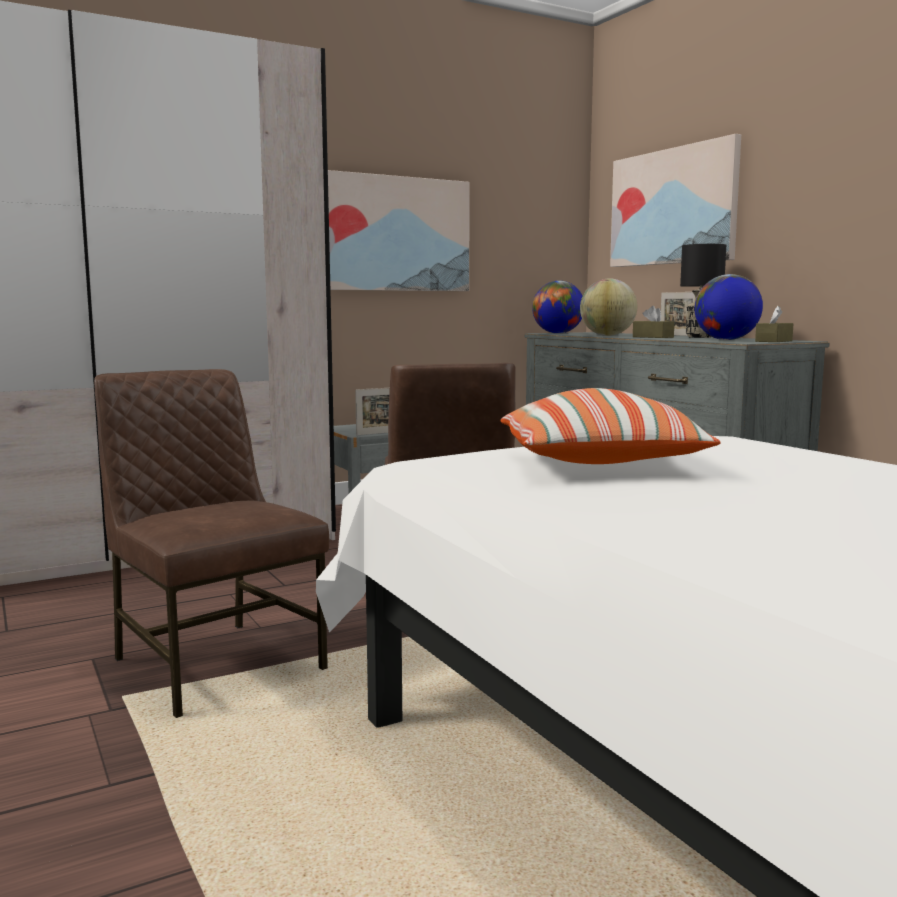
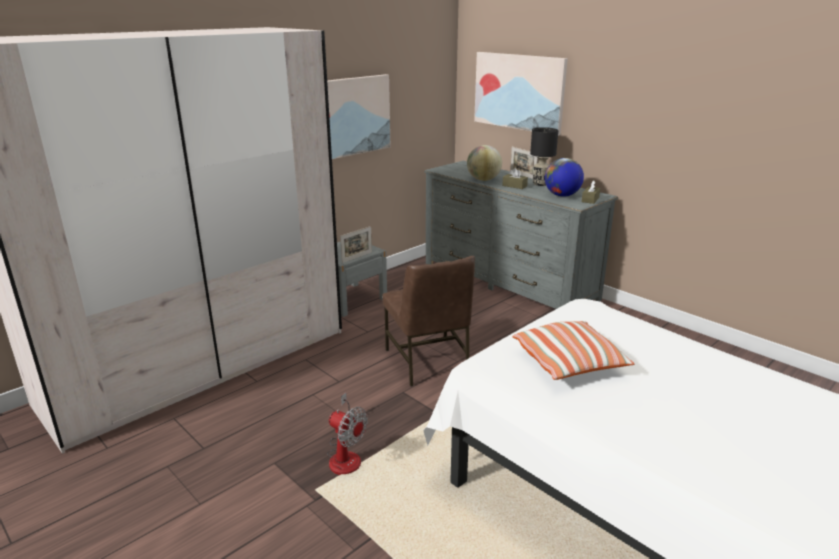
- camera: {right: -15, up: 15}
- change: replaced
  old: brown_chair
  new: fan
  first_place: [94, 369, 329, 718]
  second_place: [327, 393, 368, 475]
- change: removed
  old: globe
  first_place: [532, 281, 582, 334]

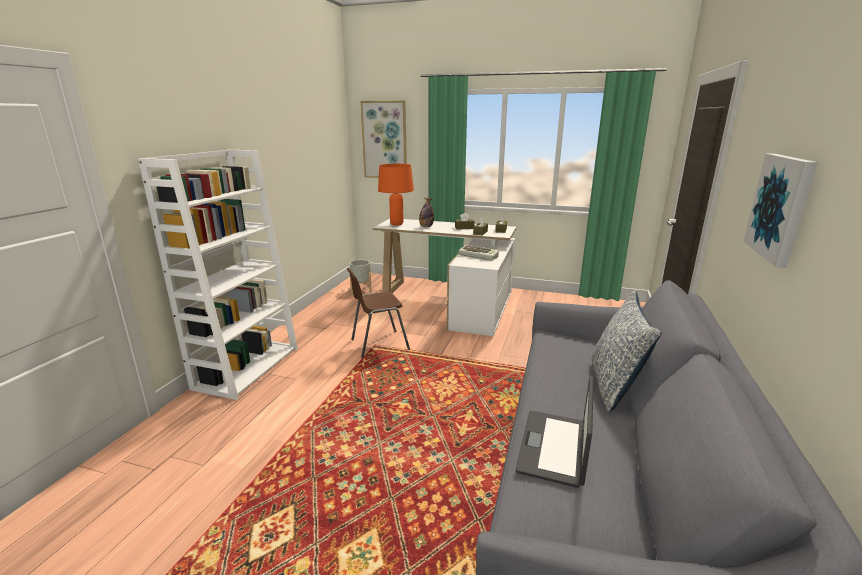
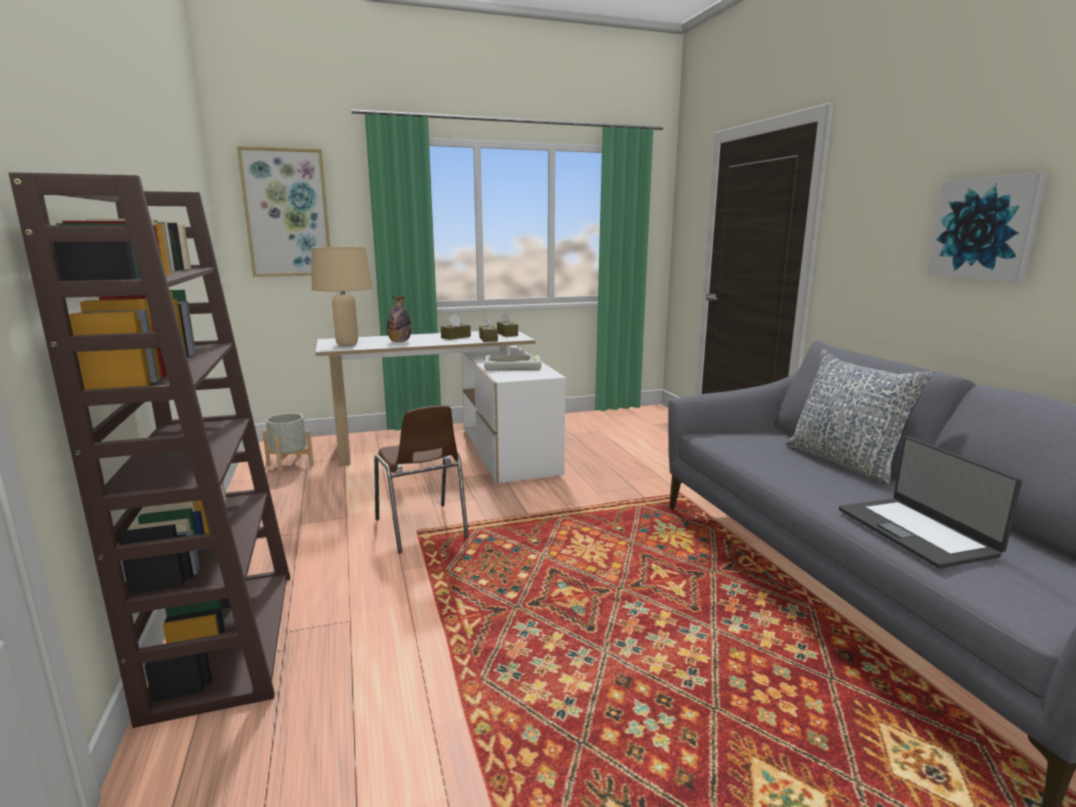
- camera: {right: -35, up: -5}
- change: recoloured
  old: white_bookcase
  new: brown_bookcase
  first_place: [138, 150, 298, 400]
  second_place: [9, 172, 290, 728]
- change: recoloured
  old: orange_table_lamp
  new: beige_table_lamp
  first_place: [378, 164, 414, 226]
  second_place: [312, 247, 372, 346]
- change: turned
  old: brown_chair
  first_place: [347, 268, 410, 358]
  second_place: [374, 405, 469, 553]
  degrees: -60

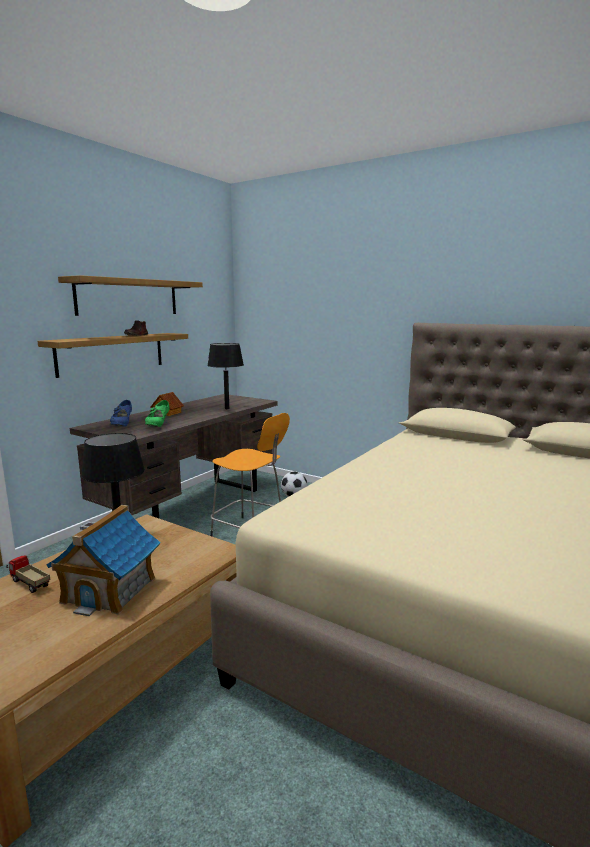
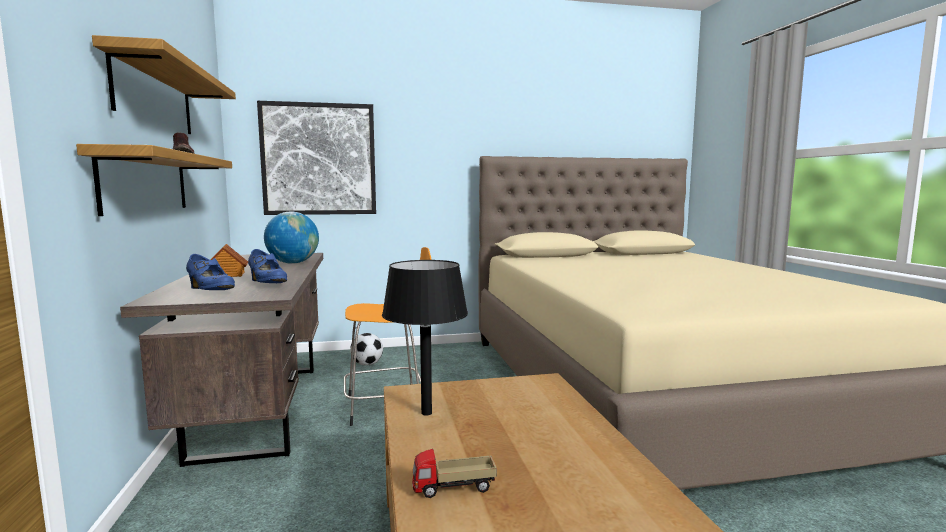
- camera: {right: -45, up: -5}
- change: recoloured
  old: green_shoe
  new: blue_shoe
  first_place: [145, 400, 169, 427]
  second_place: [248, 249, 287, 283]
- change: added
  new: picture
  second_place: [257, 101, 376, 215]
- change: replaced
  old: black_table_lamp
  new: globe
  first_place: [207, 343, 244, 409]
  second_place: [264, 211, 319, 264]
- change: removed
  old: toy_house
  first_place: [46, 505, 161, 616]

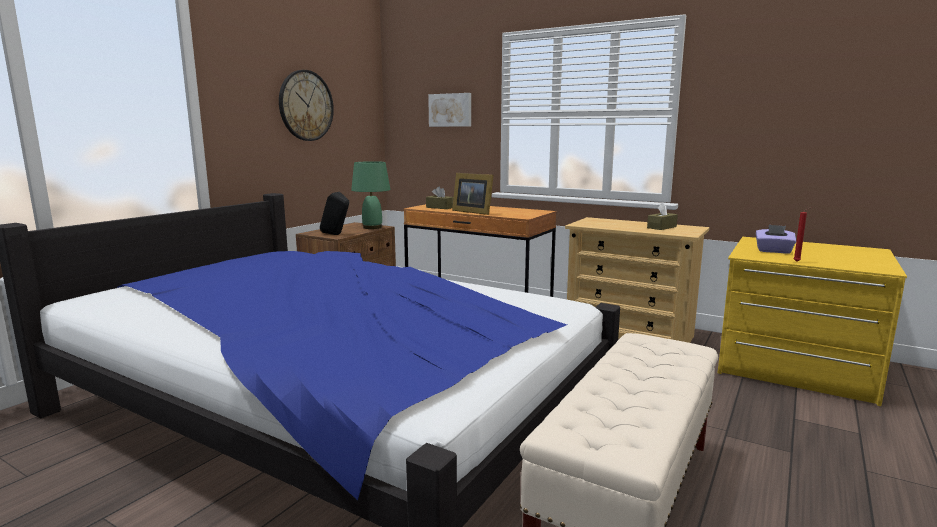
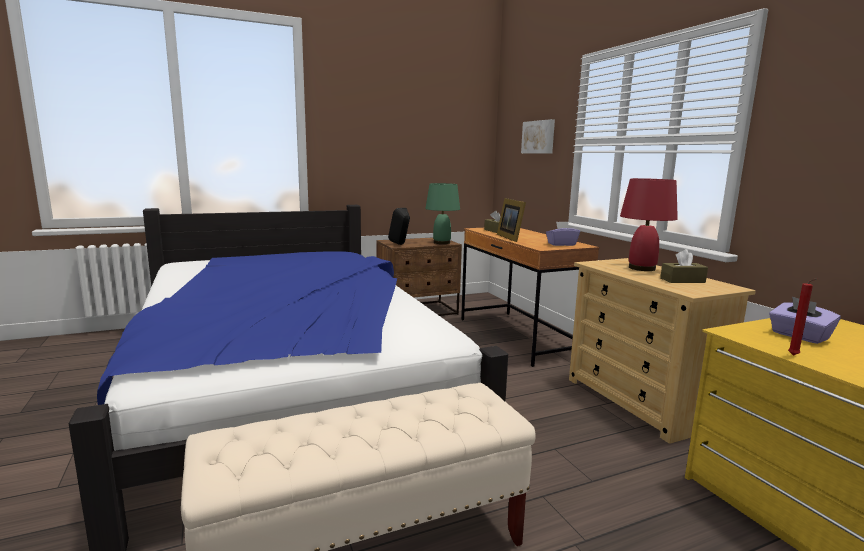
- camera: {right: 35, up: 0}
- change: added
  new: purple_tissue_box
  second_place: [546, 222, 580, 246]
- change: added
  new: red_table_lamp
  second_place: [620, 178, 678, 271]
- change: removed
  old: wall_clock
  first_place: [279, 70, 334, 141]

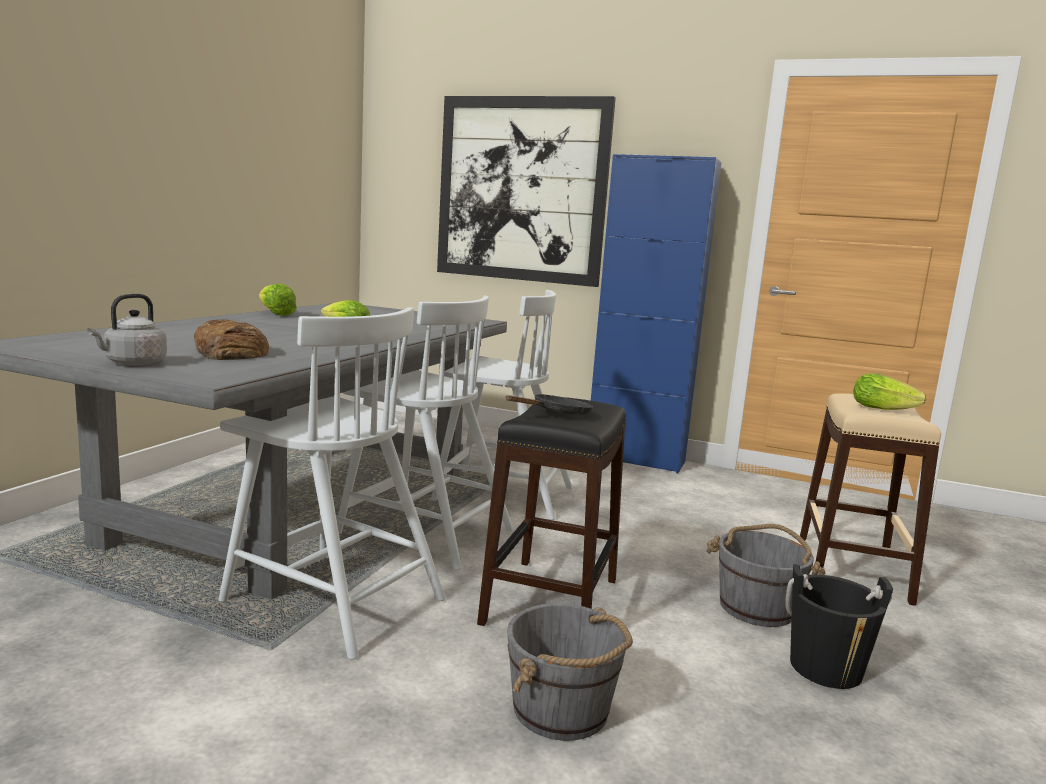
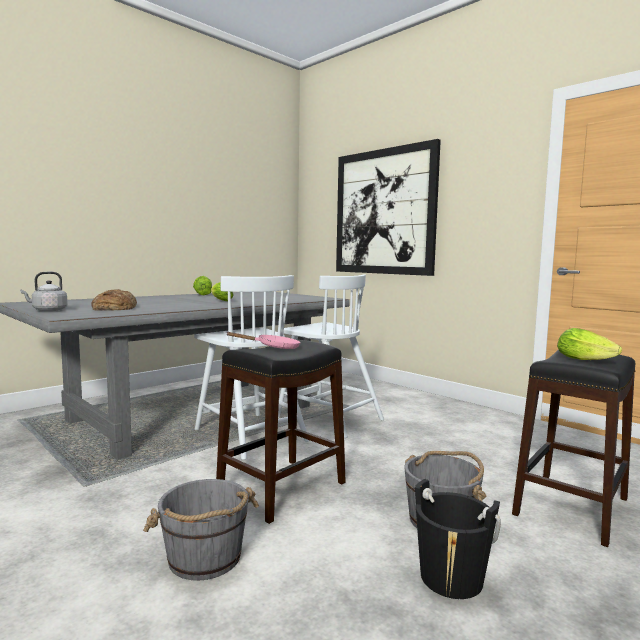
- camera: {right: 25, up: -5}
- change: recoloured
  old: black_frying_pan
  new: pink_frying_pan
  first_place: [505, 394, 593, 415]
  second_place: [226, 332, 301, 349]
- change: recoloured
  old: beige_stool
  new: black_stool
  first_place: [800, 394, 941, 606]
  second_place: [512, 350, 635, 547]
- change: removed
  old: white_chair
  first_place: [219, 307, 445, 660]
- change: removed
  old: blue_cabinet
  first_place: [591, 154, 722, 473]

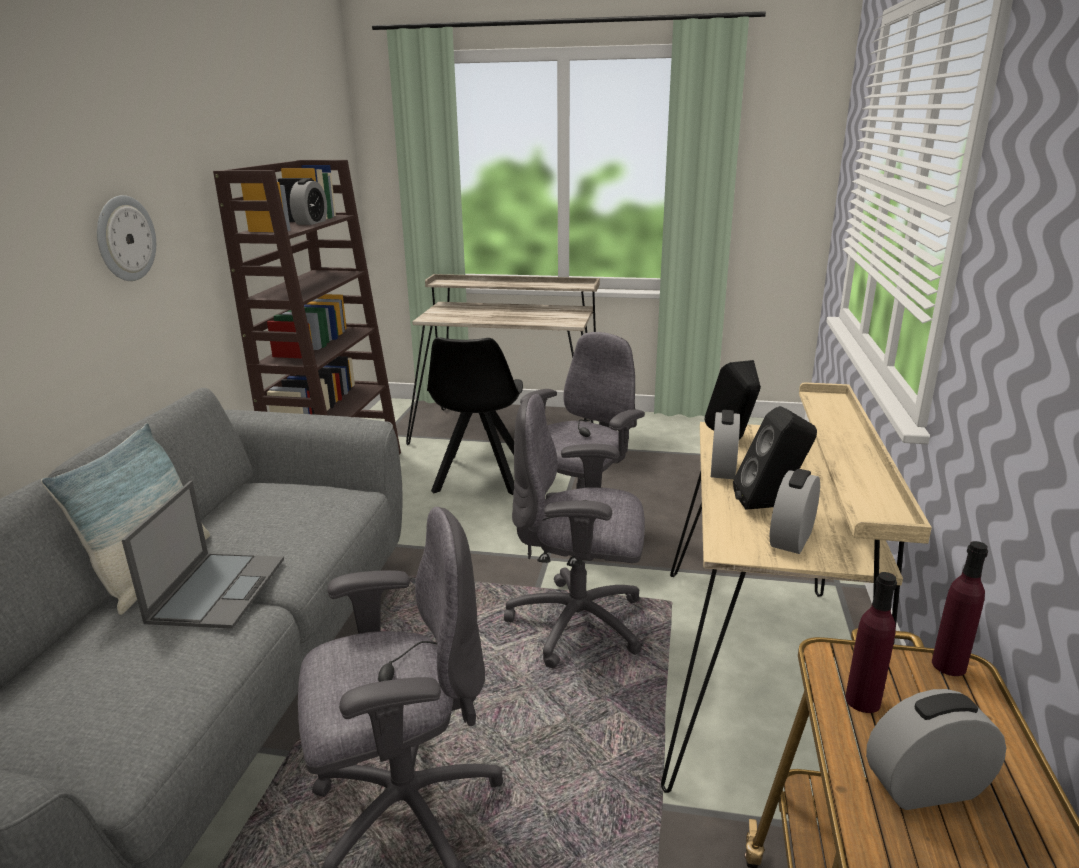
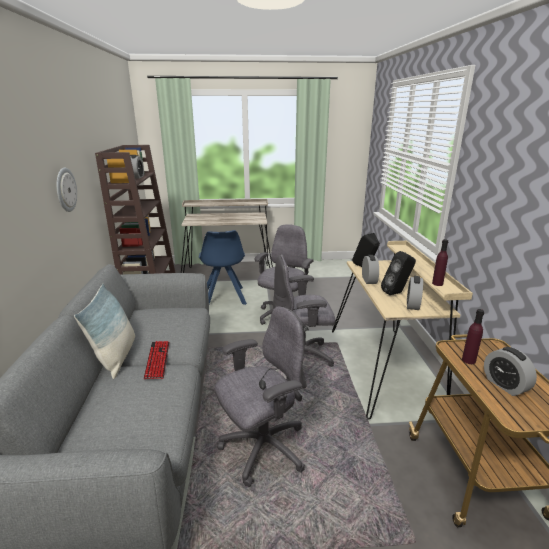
- camera: {right: -15, up: 0}
- change: replaced
  old: laptop
  new: keyboard
  first_place: [122, 481, 284, 629]
  second_place: [143, 341, 169, 379]
- change: recoloured
  old: black_chair
  new: blue_chair
  first_place: [427, 337, 523, 495]
  second_place: [199, 230, 247, 305]
- change: moved
  old: purple_bottle
  first_place: [932, 541, 988, 676]
  second_place: [432, 239, 448, 286]
- change: turned
  old: alarm_clock
  first_place: [866, 689, 1006, 810]
  second_place: [484, 347, 537, 396]
  degrees: -90

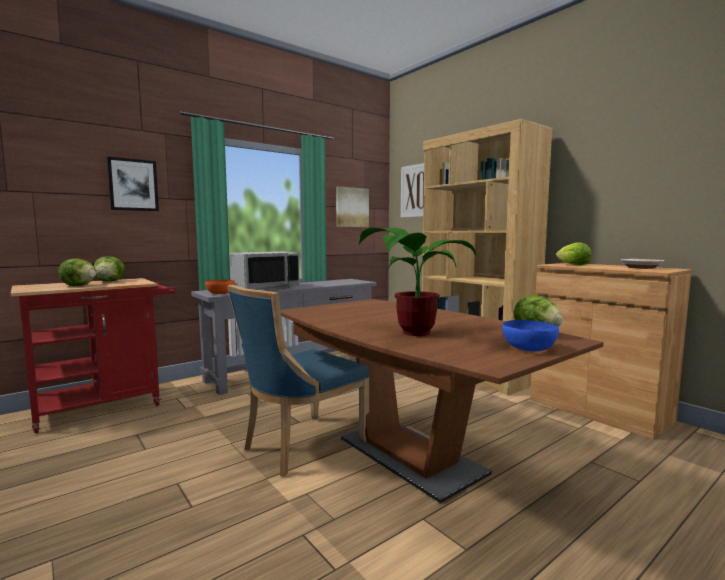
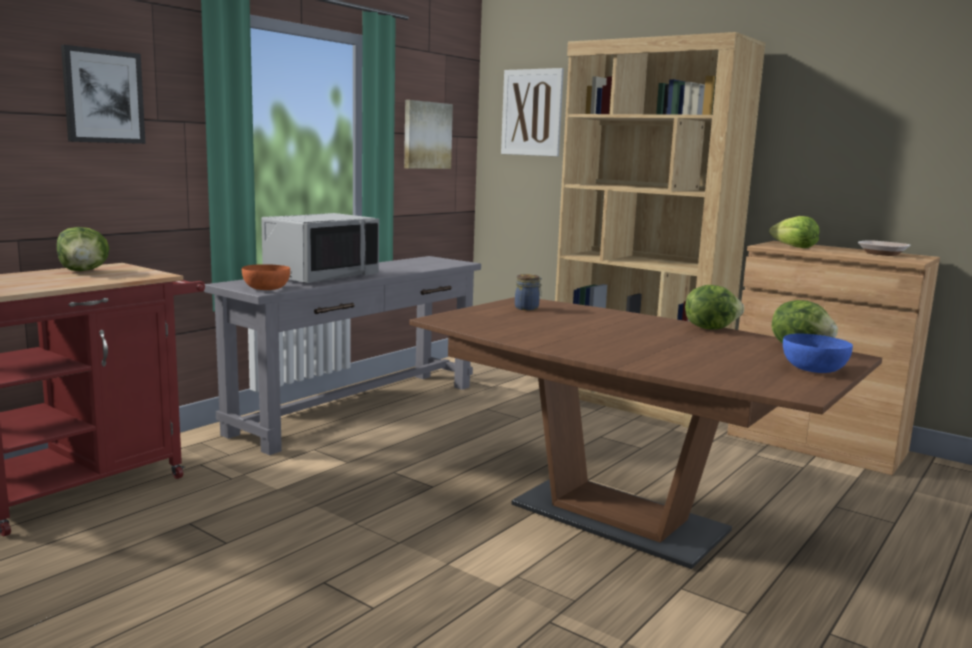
- camera: {right: -15, up: 5}
- change: added
  new: jar
  second_place: [515, 274, 542, 310]
- change: moved
  old: lettuce
  first_place: [59, 258, 96, 286]
  second_place: [685, 285, 744, 330]
- change: removed
  old: blue_chair
  first_place: [227, 285, 369, 477]
- change: removed
  old: potted_plant
  first_place: [359, 227, 476, 336]

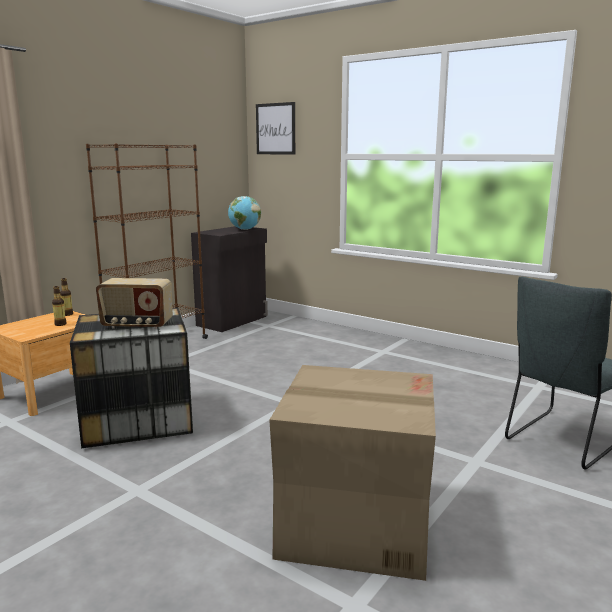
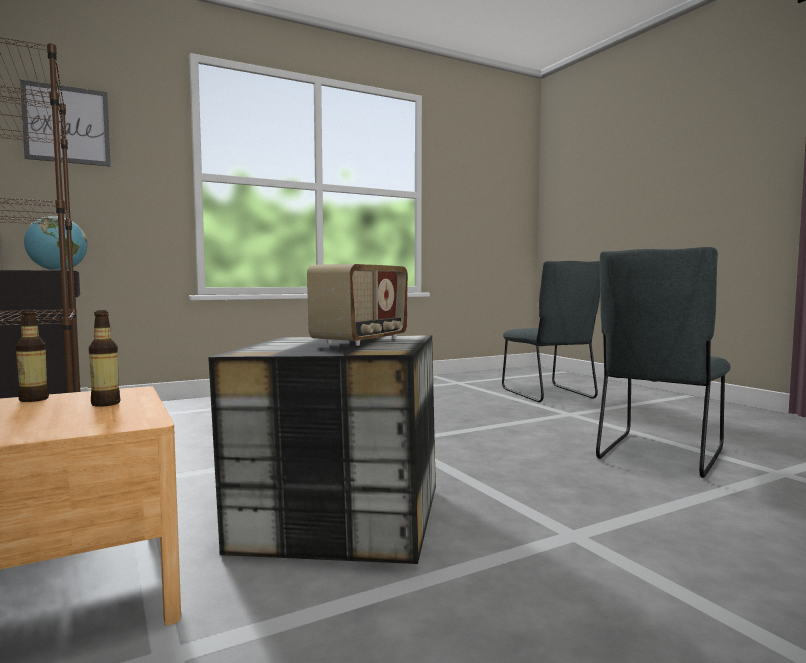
- camera: {right: -65, up: -10}
- change: replaced
  old: cardboard_box
  new: grey_chair
  first_place: [269, 365, 436, 581]
  second_place: [596, 247, 731, 478]

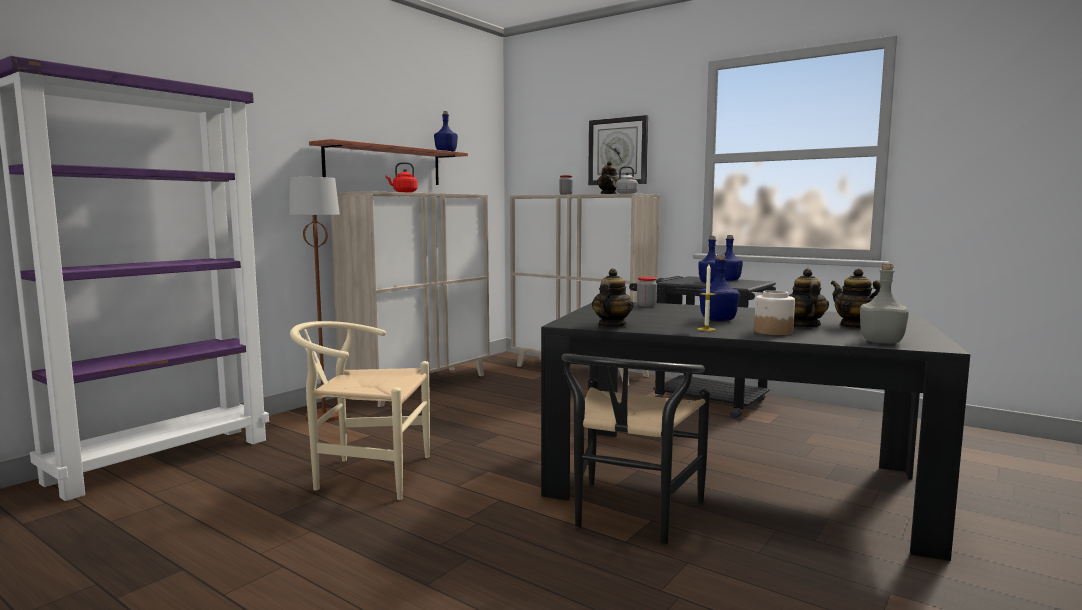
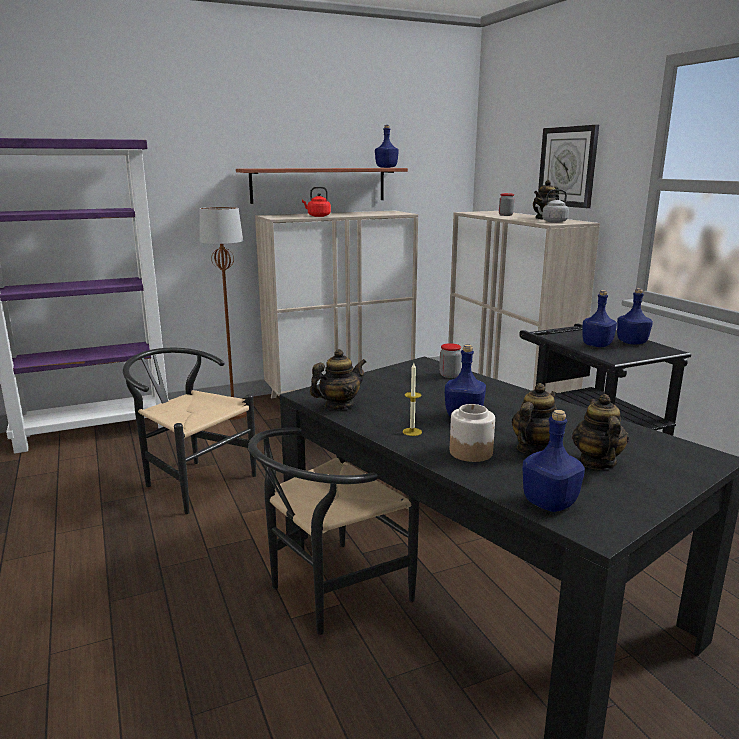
- camera: {right: 30, up: 10}
- change: recoloured
  old: beige_chair
  new: black_chair
  first_place: [290, 321, 430, 500]
  second_place: [123, 348, 256, 514]
- change: recoloured
  old: grey_bottle
  new: blue_bottle
  first_place: [860, 263, 909, 344]
  second_place: [523, 410, 585, 512]

